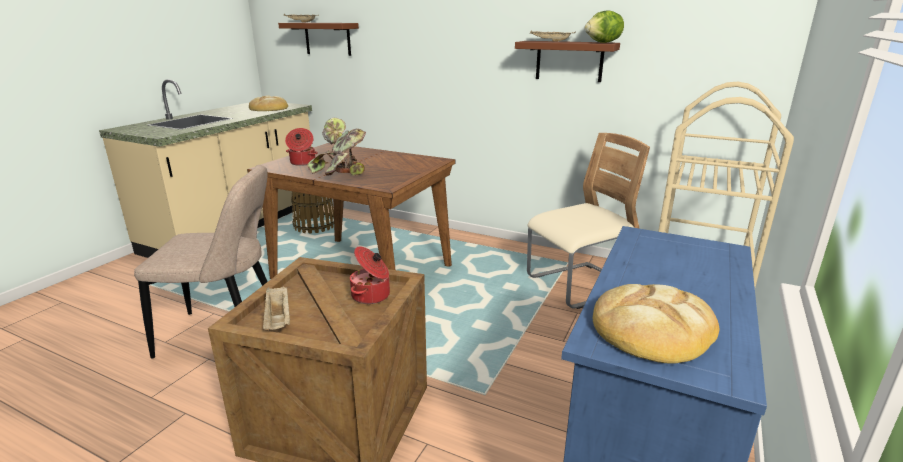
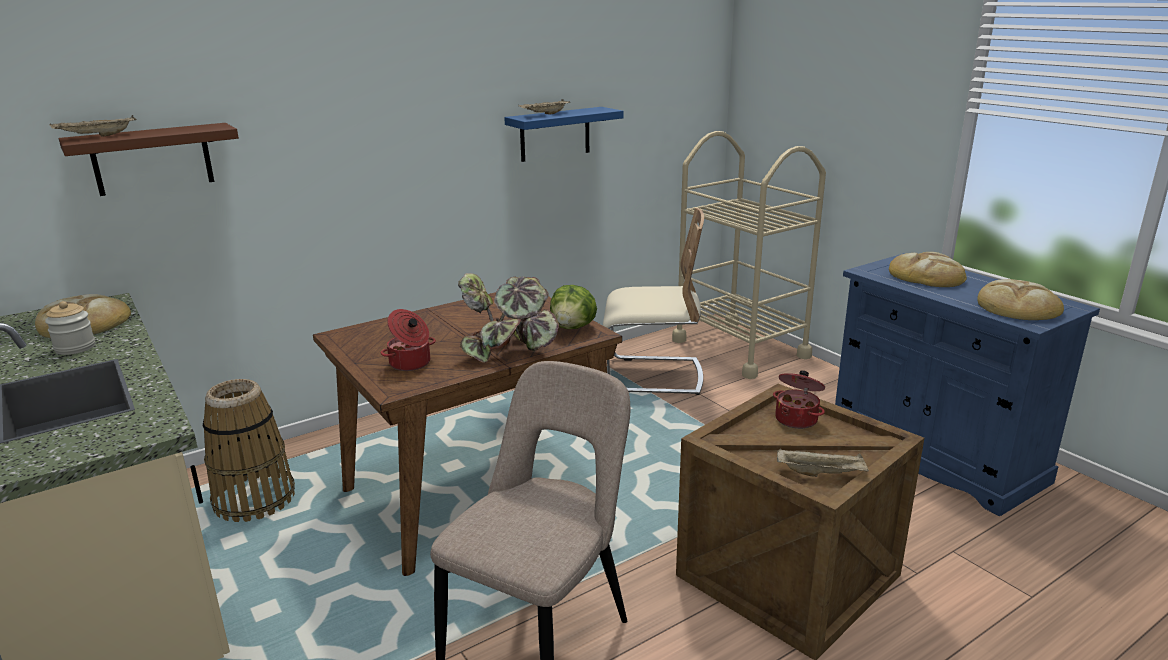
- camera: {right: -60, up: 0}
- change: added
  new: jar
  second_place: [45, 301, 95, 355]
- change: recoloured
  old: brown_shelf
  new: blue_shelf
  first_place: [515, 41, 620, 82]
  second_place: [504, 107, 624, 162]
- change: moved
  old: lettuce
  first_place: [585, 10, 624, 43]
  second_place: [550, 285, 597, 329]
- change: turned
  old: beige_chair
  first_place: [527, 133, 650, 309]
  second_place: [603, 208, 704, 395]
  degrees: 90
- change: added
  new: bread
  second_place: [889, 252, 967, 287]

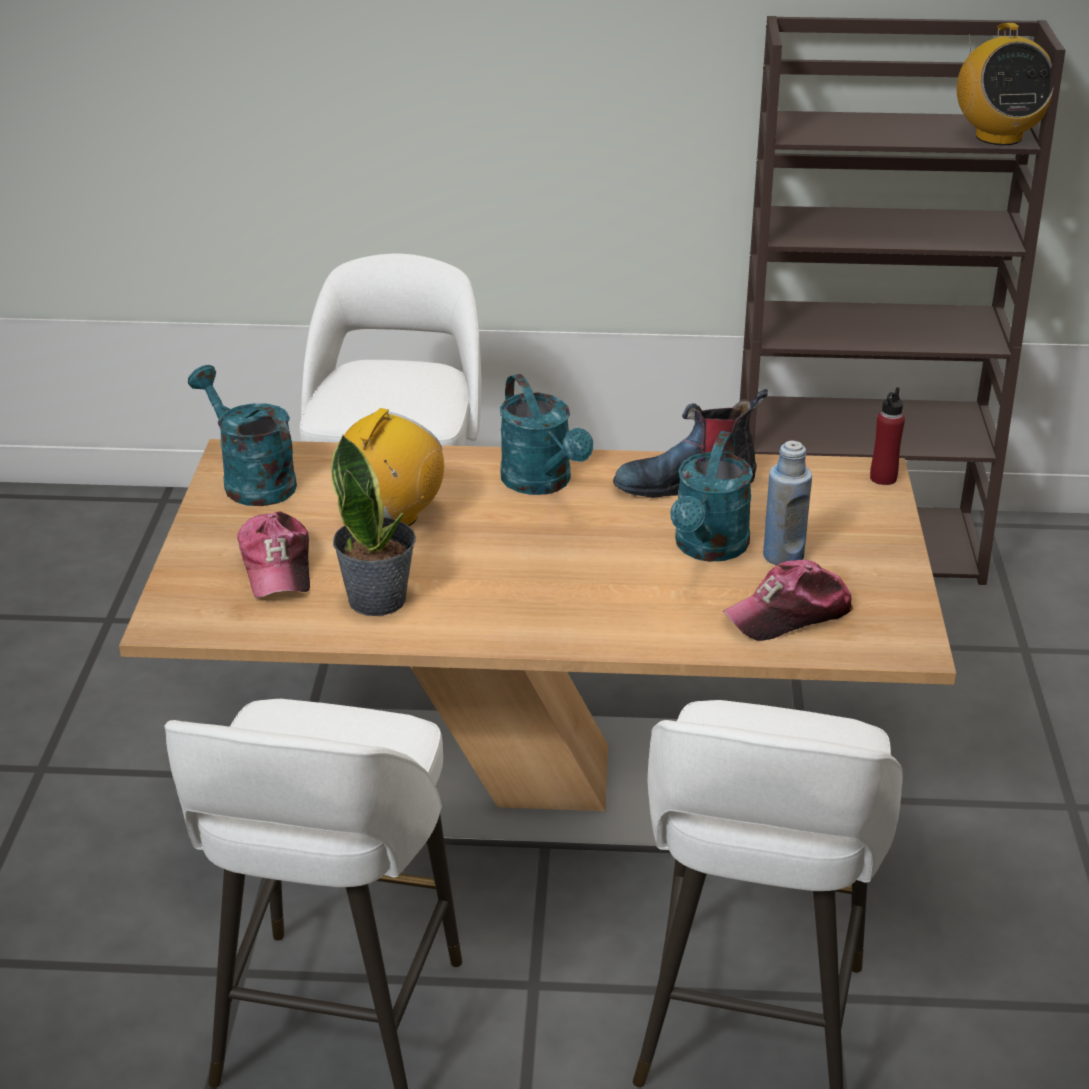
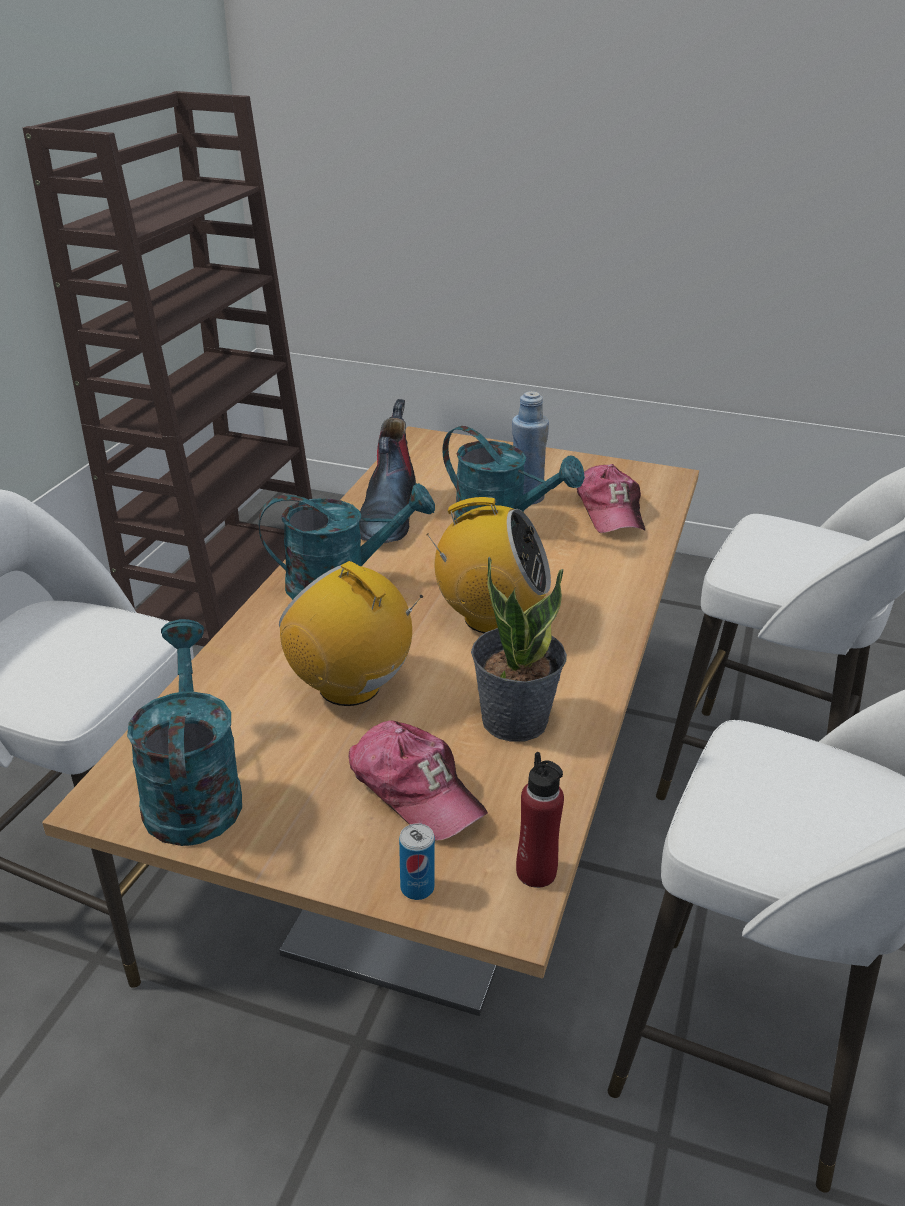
- camera: {right: -75, up: 0}
- change: turned
  old: turquoise_watering_can
  first_place: [188, 365, 297, 506]
  second_place: [127, 619, 242, 846]
  degrees: 105
- change: turned
  old: cap
  first_place: [237, 511, 310, 598]
  second_place: [349, 720, 488, 841]
  degrees: 45
- change: added
  new: can
  second_place: [399, 823, 435, 900]
- change: moved
  old: radio
  first_place: [957, 23, 1054, 145]
  second_place: [426, 497, 551, 633]
- change: moved
  old: red_bottle
  first_place: [870, 387, 905, 485]
  second_place: [516, 752, 564, 888]

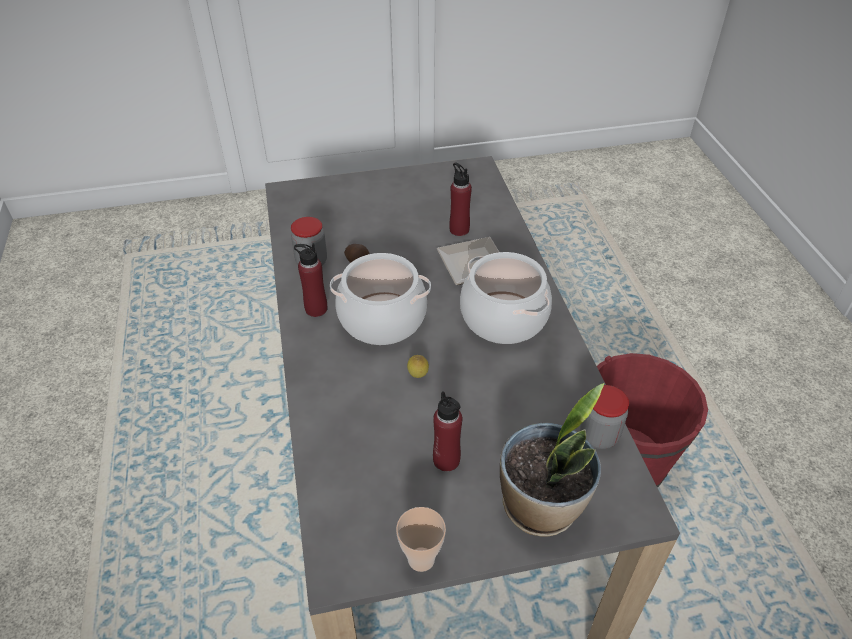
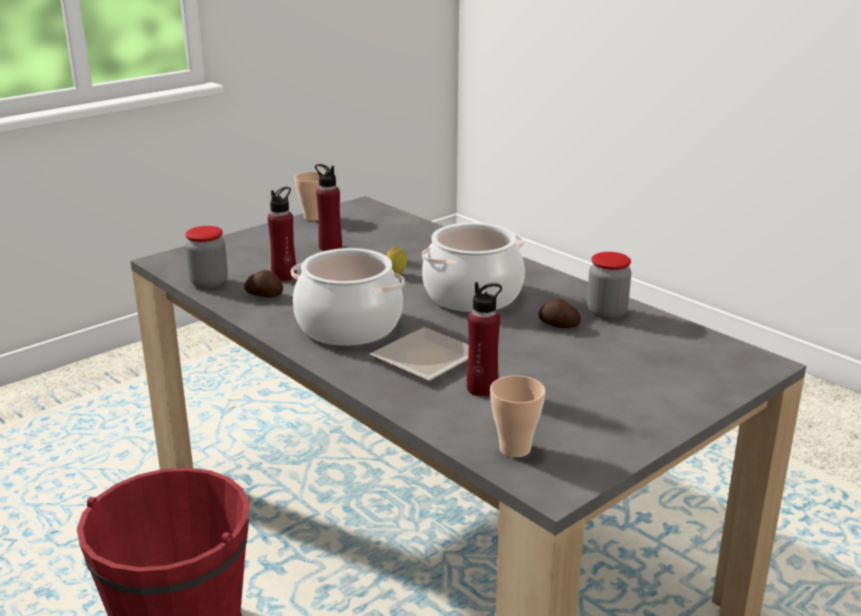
- camera: {right: 150, up: -20}
- change: added
  new: potato
  second_place: [244, 270, 283, 298]
- change: moved
  old: red_bottle
  first_place: [294, 243, 327, 317]
  second_place: [268, 187, 297, 282]
- change: added
  new: cup
  second_place: [490, 376, 546, 457]
- change: removed
  old: potted_plant
  first_place: [500, 383, 604, 537]

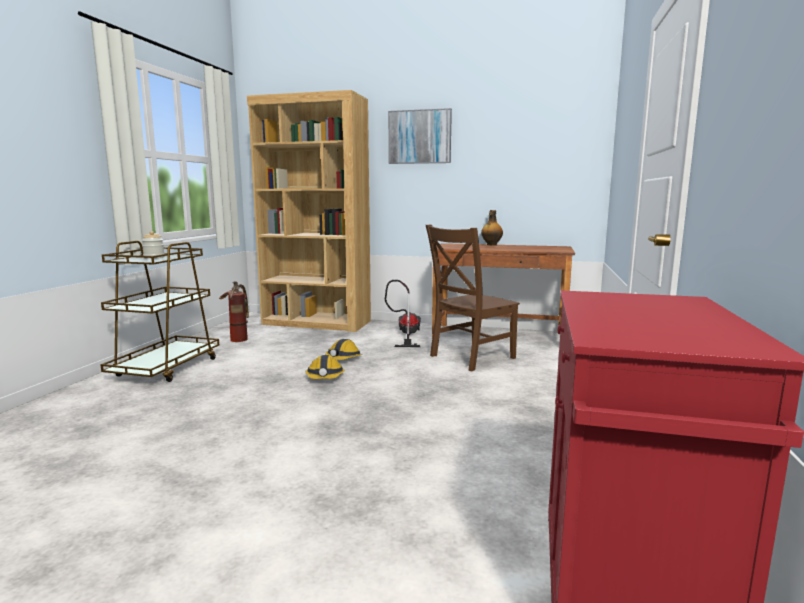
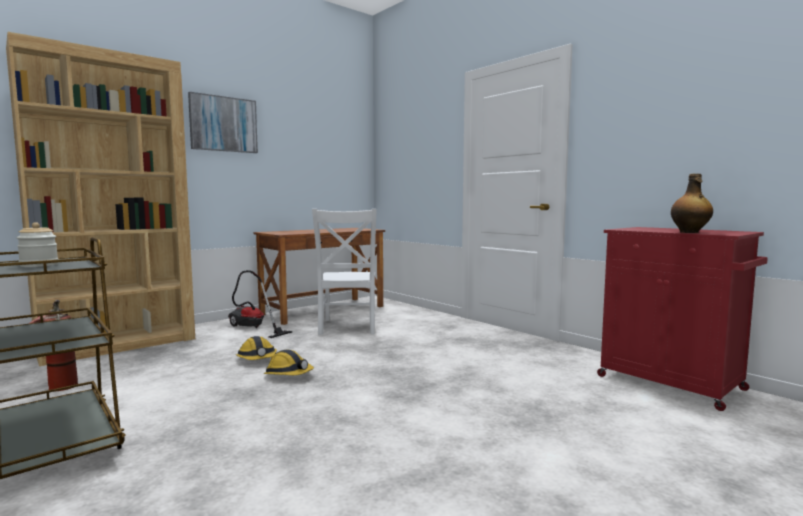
- camera: {right: -55, up: -5}
- change: recoloured
  old: brown_chair
  new: white_chair
  first_place: [426, 225, 520, 371]
  second_place: [312, 209, 377, 335]
- change: moved
  old: bottle
  first_place: [481, 210, 503, 245]
  second_place: [671, 174, 713, 233]

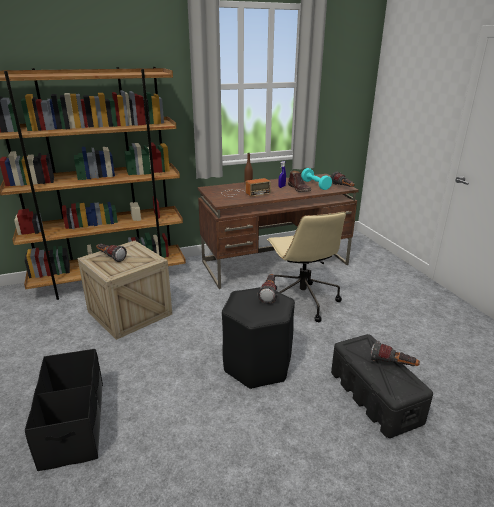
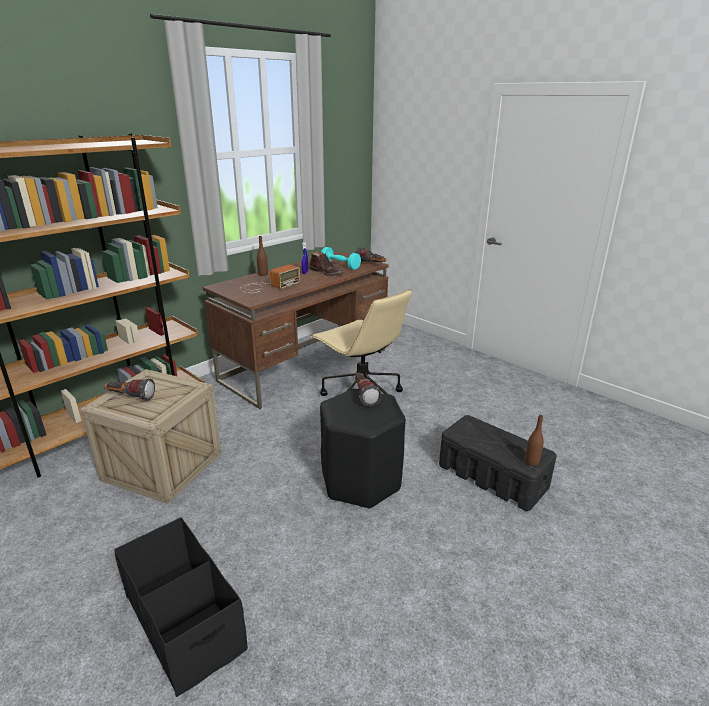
- camera: {right: -25, up: 0}
- change: added
  new: brown_bottle
  second_place: [525, 415, 544, 466]
- change: removed
  old: flashlight
  first_place: [371, 341, 420, 366]

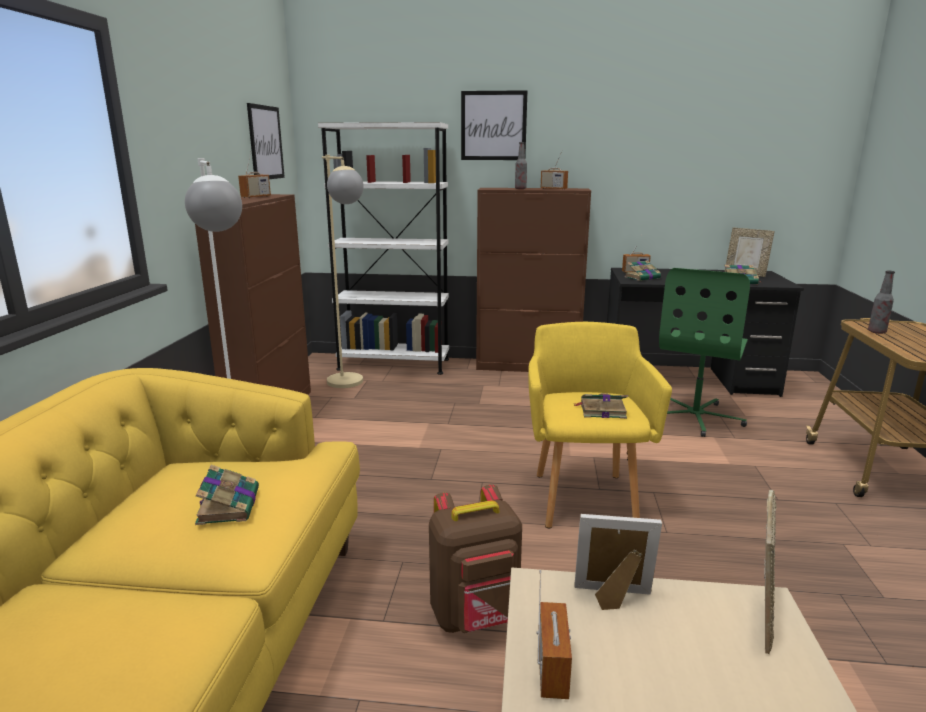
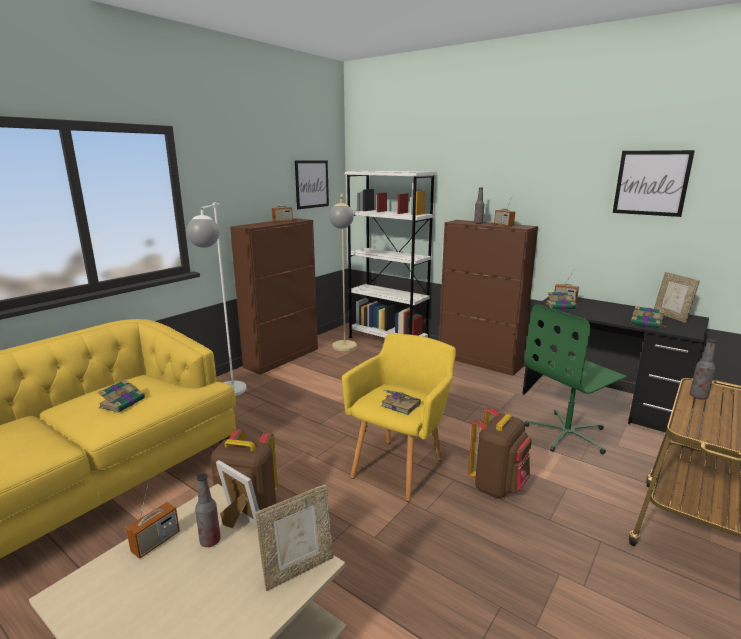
- camera: {right: 30, up: 0}
- change: added
  new: bottle
  second_place: [195, 473, 221, 547]
- change: added
  new: brown_backpack
  second_place: [468, 407, 532, 498]
- change: moved
  old: picture
  first_place: [461, 90, 528, 160]
  second_place: [613, 150, 695, 217]

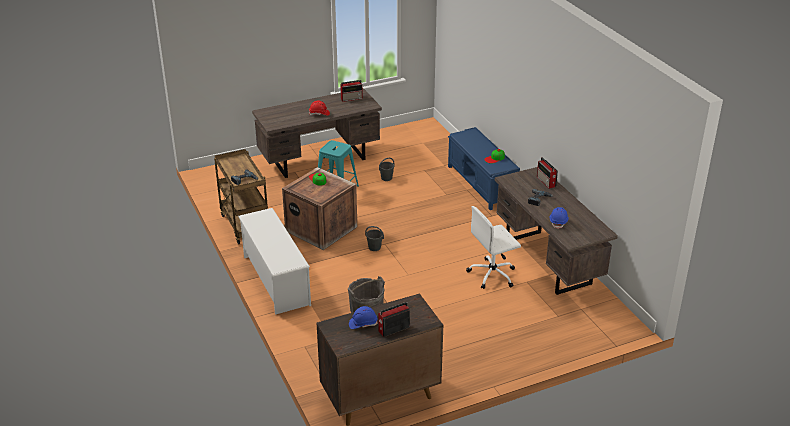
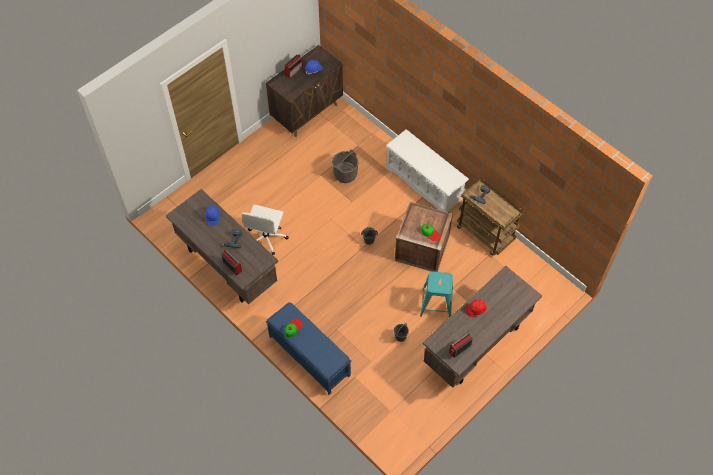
- camera: {right: 160, up: 25}
- change: turned
  old: white_office_chair
  first_place: [466, 206, 521, 289]
  second_place: [242, 205, 288, 255]
  degrees: 150

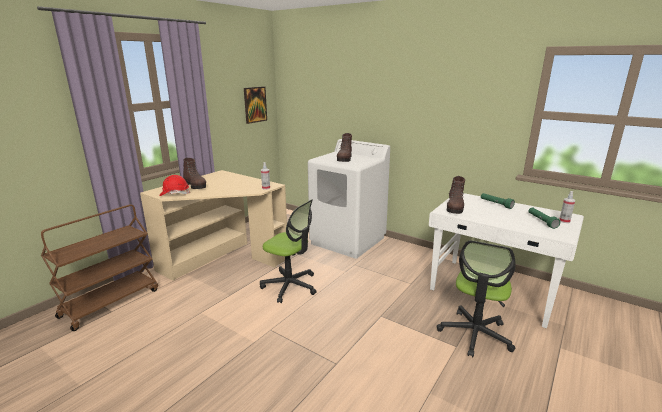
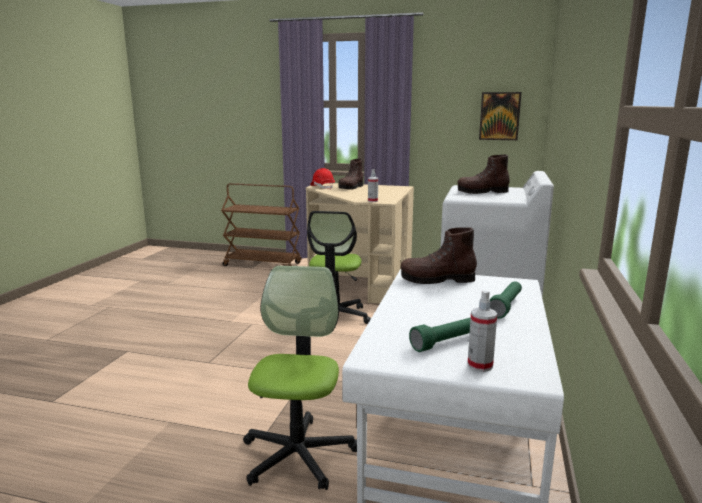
- camera: {right: 70, up: -5}
- change: turned
  old: office_chair
  first_place: [437, 240, 516, 357]
  second_place: [243, 266, 357, 490]
  degrees: 90

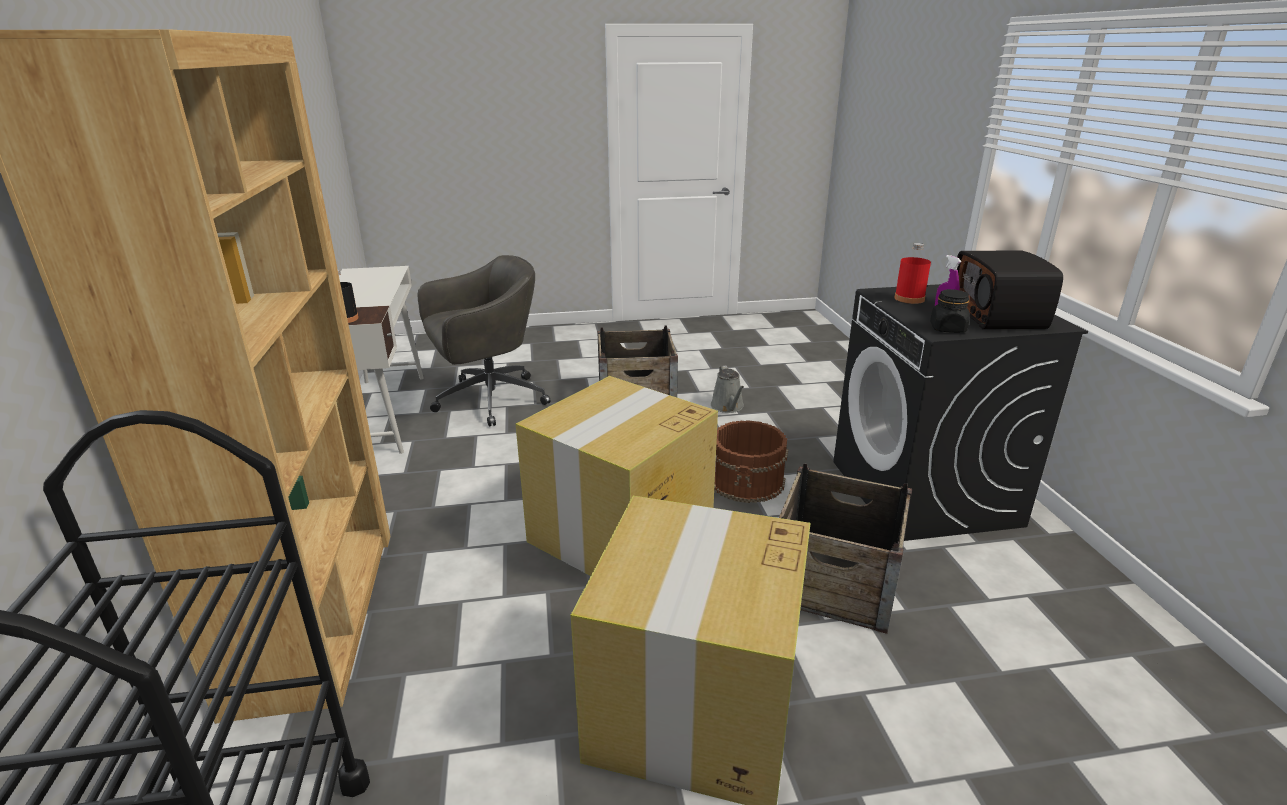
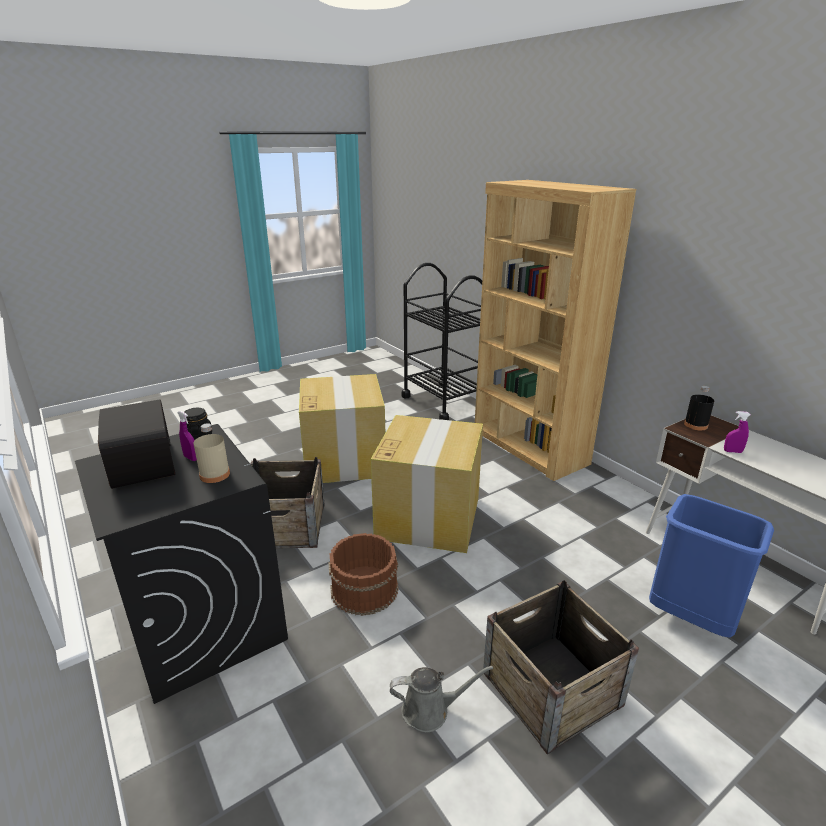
- camera: {right: 155, up: 0}
- change: recoloured
  old: red_bottle
  new: beige_bottle
  first_place: [894, 243, 931, 304]
  second_place: [194, 423, 230, 483]
- change: turned
  old: grey_watering_can
  first_place: [711, 365, 744, 413]
  second_place: [390, 666, 493, 732]
  degrees: 120
- change: replaced
  old: grey_office_chair
  new: blue_trash_can
  first_place: [417, 255, 550, 427]
  second_place: [649, 494, 774, 638]
- change: added
  new: purple_spray_bottle
  second_place: [724, 411, 751, 453]

